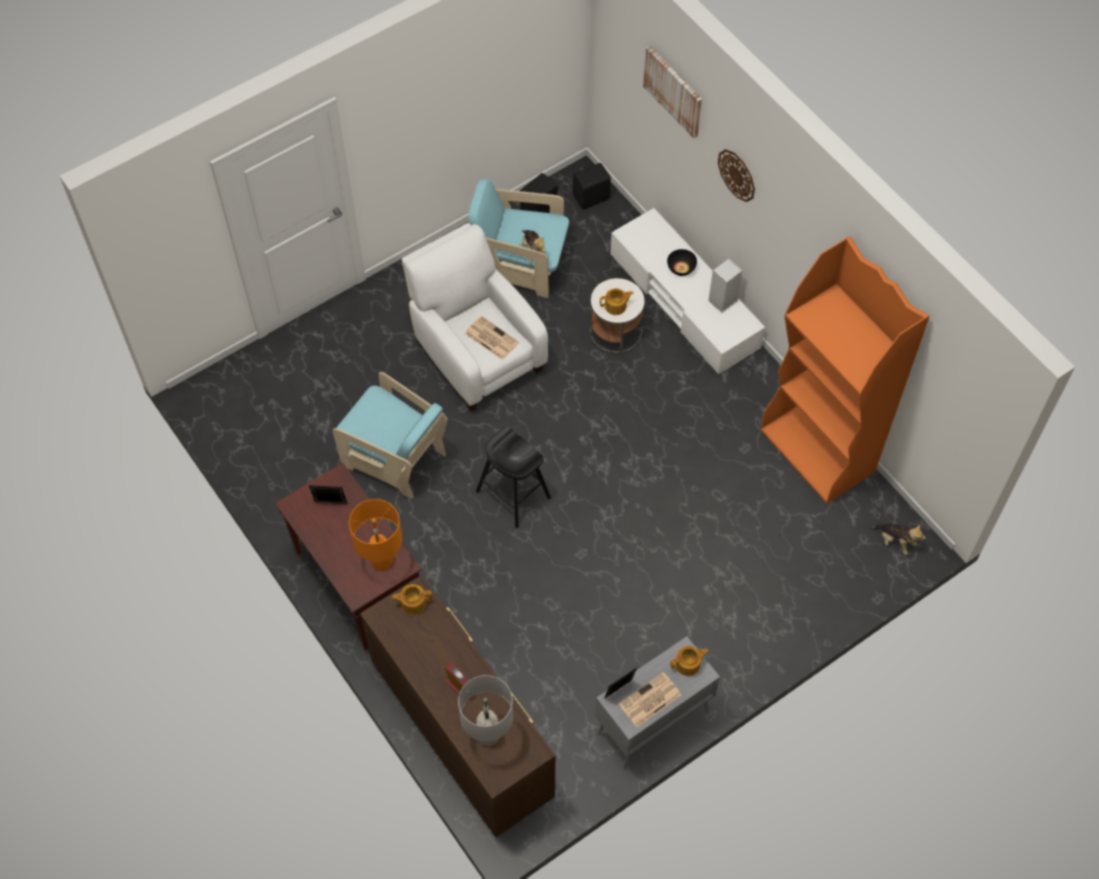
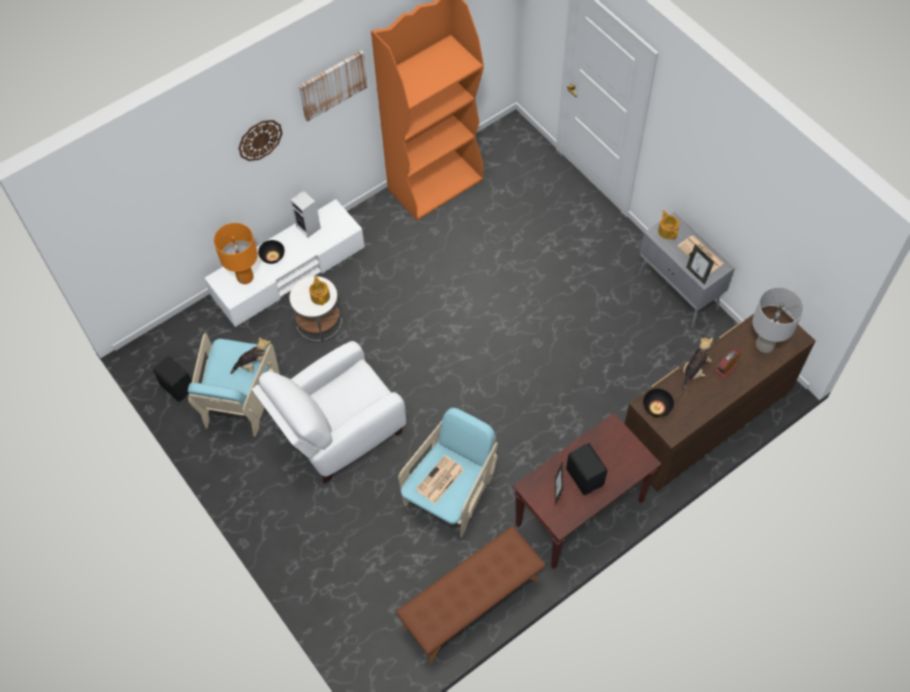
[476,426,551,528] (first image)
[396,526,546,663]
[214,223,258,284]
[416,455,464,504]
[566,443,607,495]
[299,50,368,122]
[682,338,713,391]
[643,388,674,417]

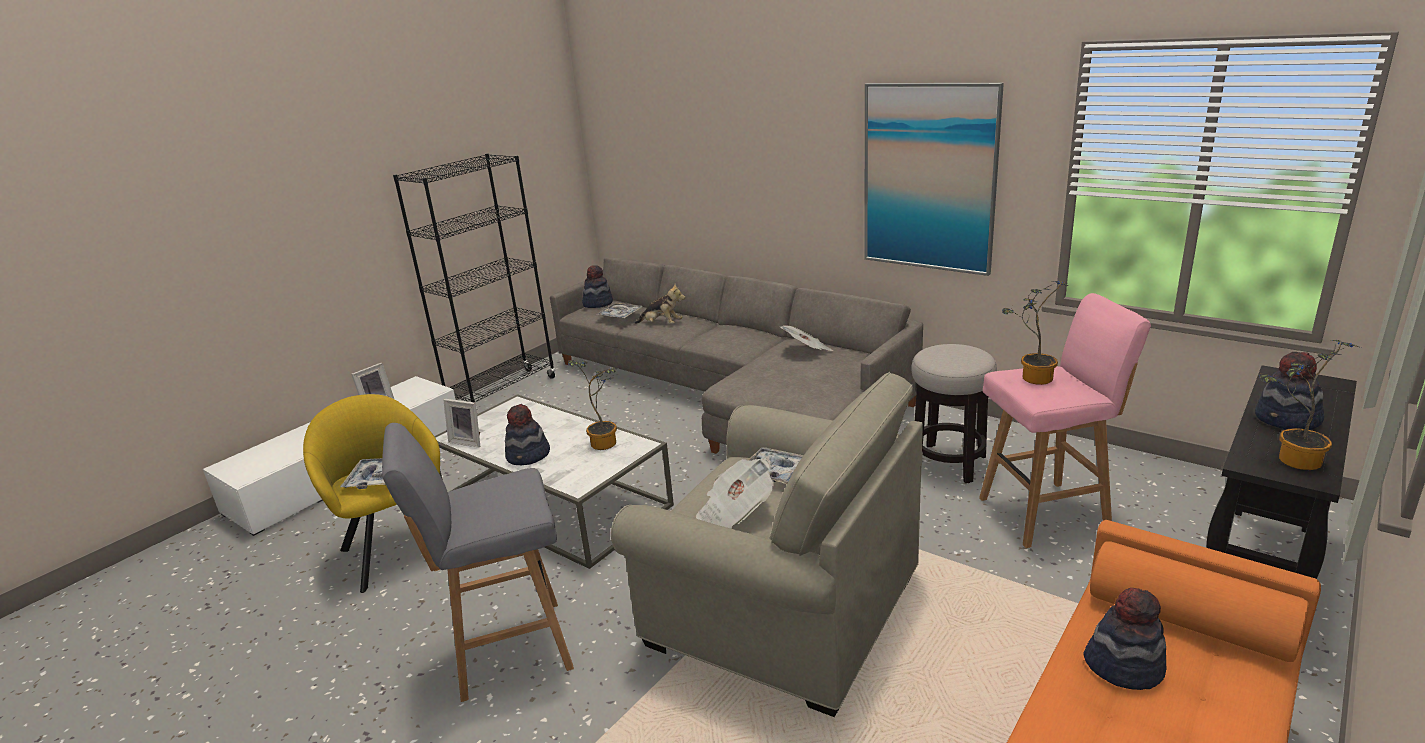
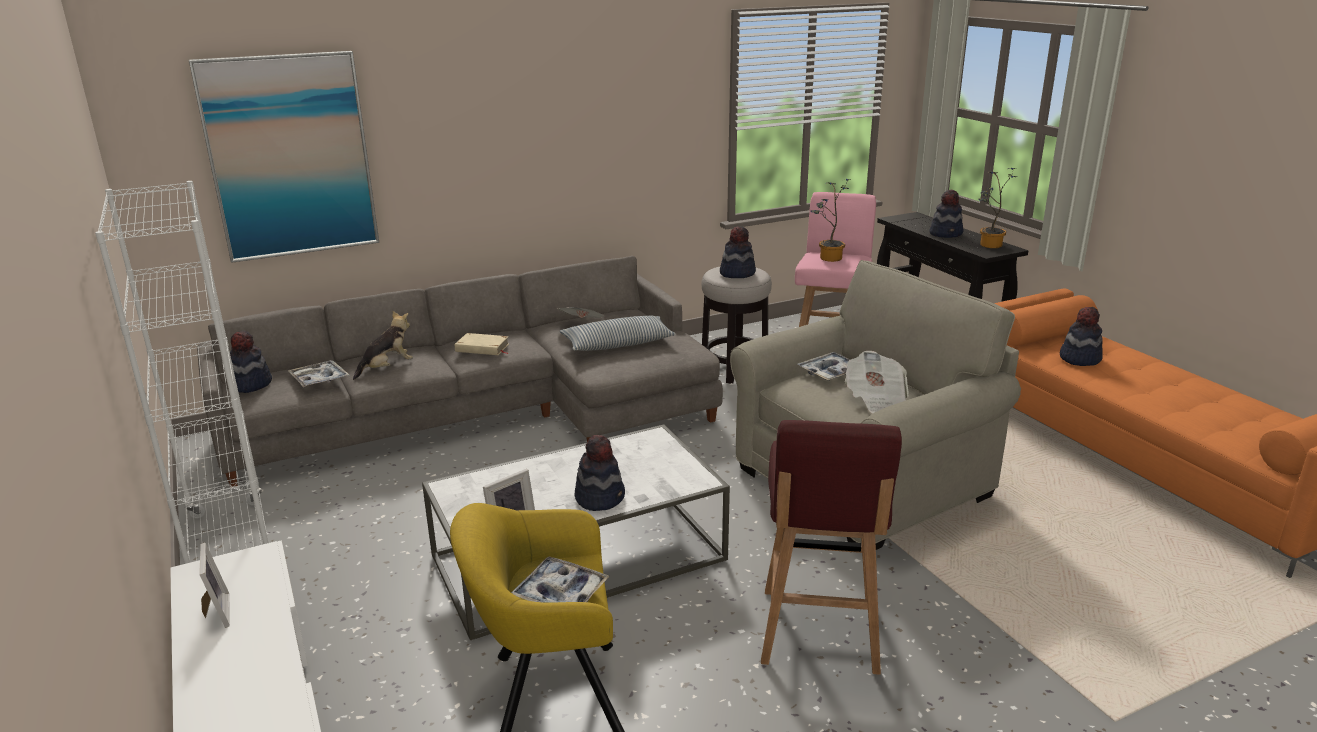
[568,360,617,450] (first image)
[455,333,509,355]
[560,316,676,351]
[720,226,756,278]
[189,51,379,263]
[761,420,902,675]
[95,181,269,564]

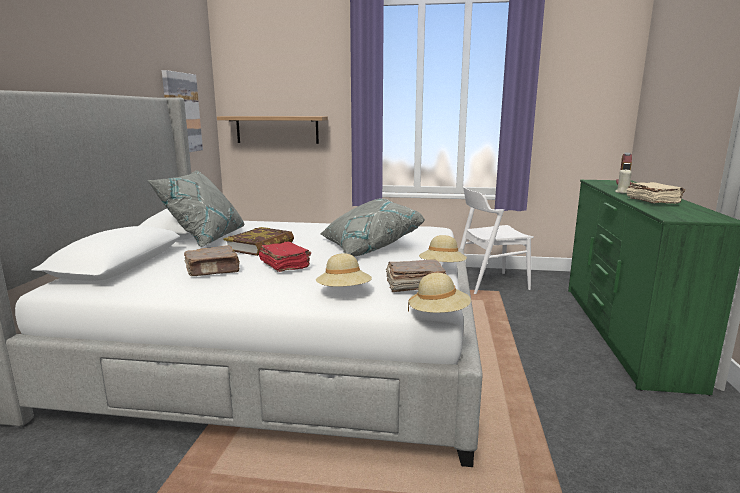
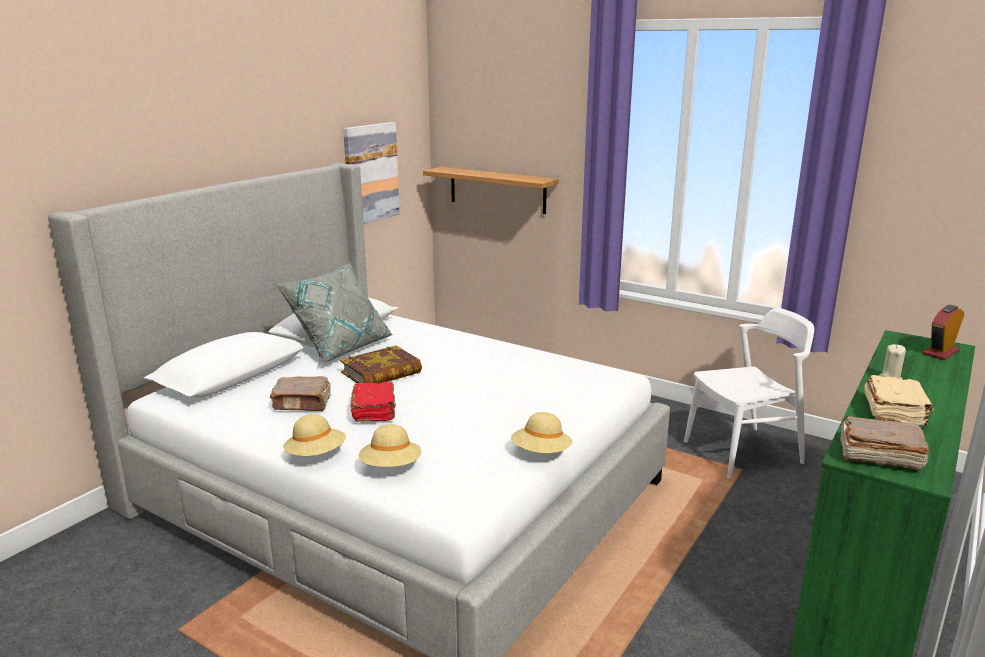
[321,198,425,257] (first image)
[840,416,929,470]
[283,414,346,456]
[684,308,814,478]

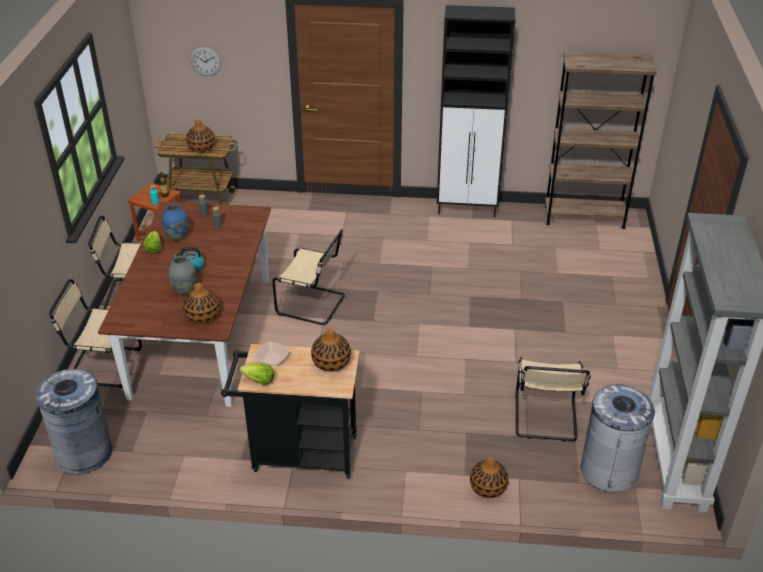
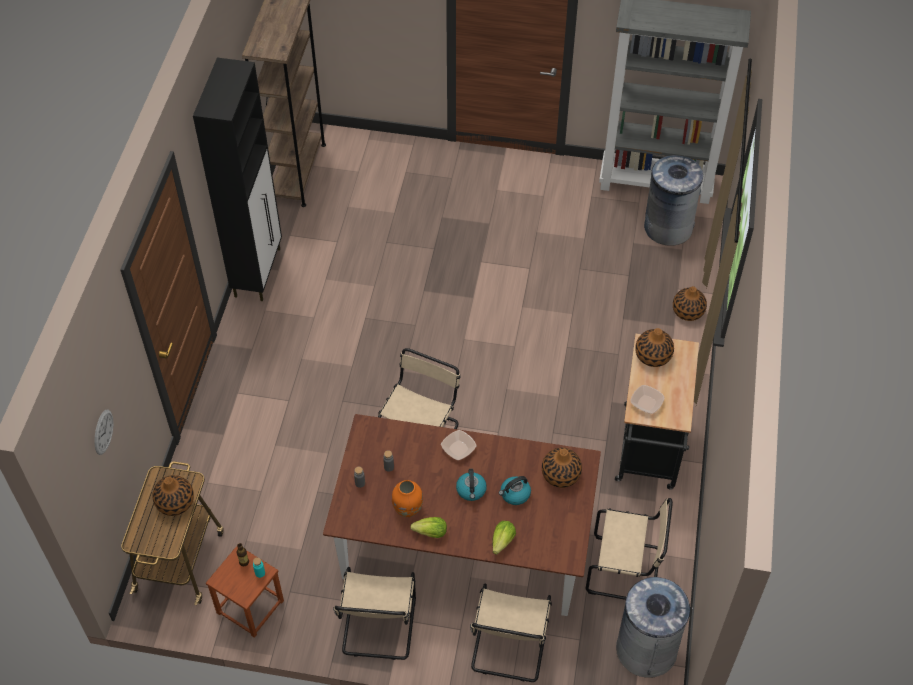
[441,430,477,460]
[492,521,516,554]
[586,498,673,600]
[499,476,531,505]
[392,480,423,517]

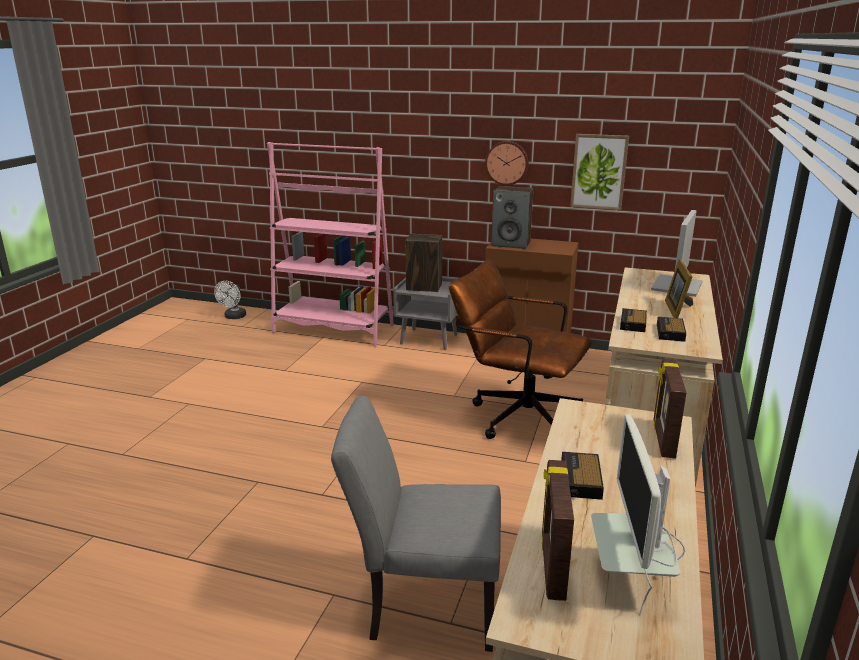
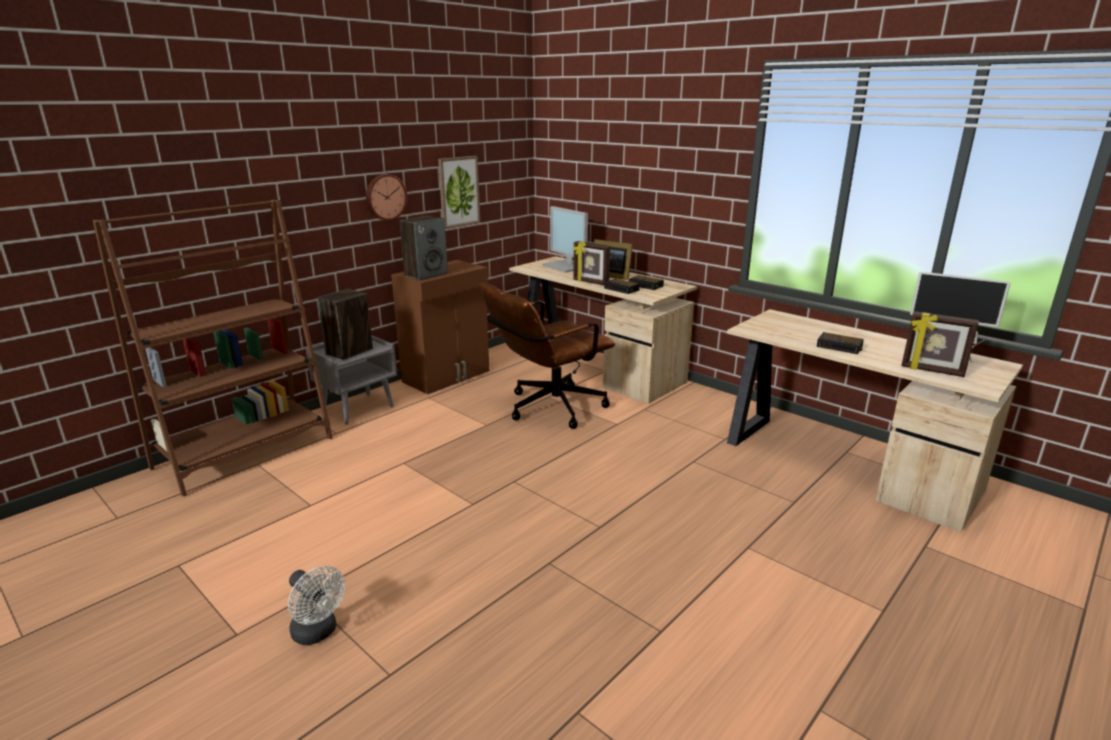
[331,396,501,652] (first image)
[288,566,345,645]
[573,241,610,285]
[93,200,333,496]

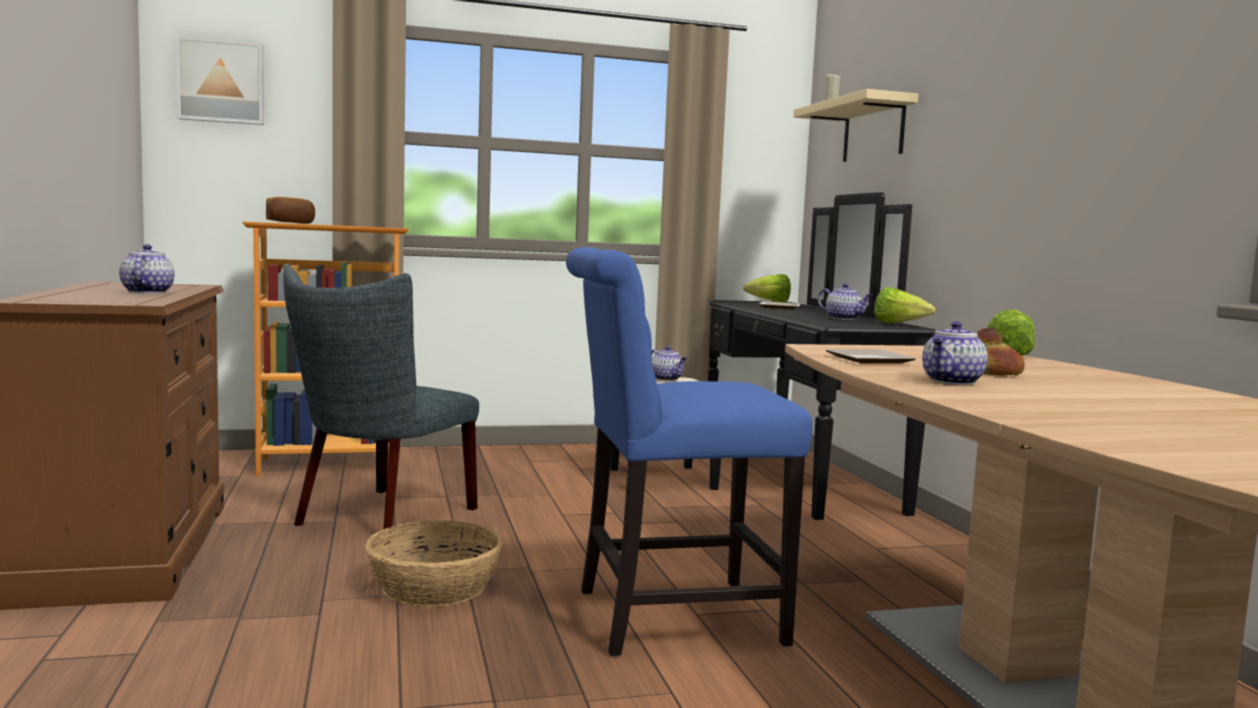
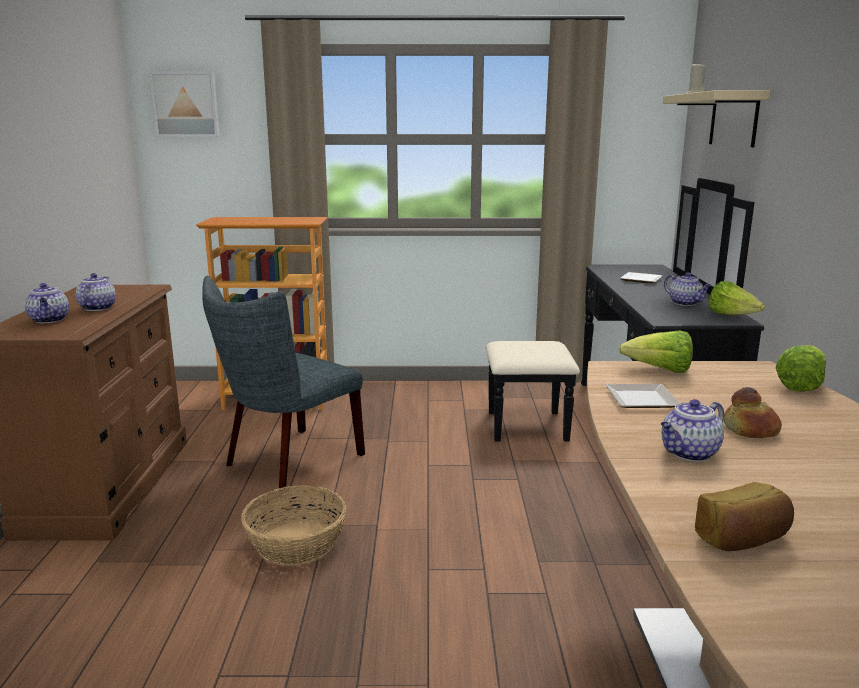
[566,247,813,656] (first image)
[695,482,794,551]
[25,283,69,323]
[619,330,693,373]

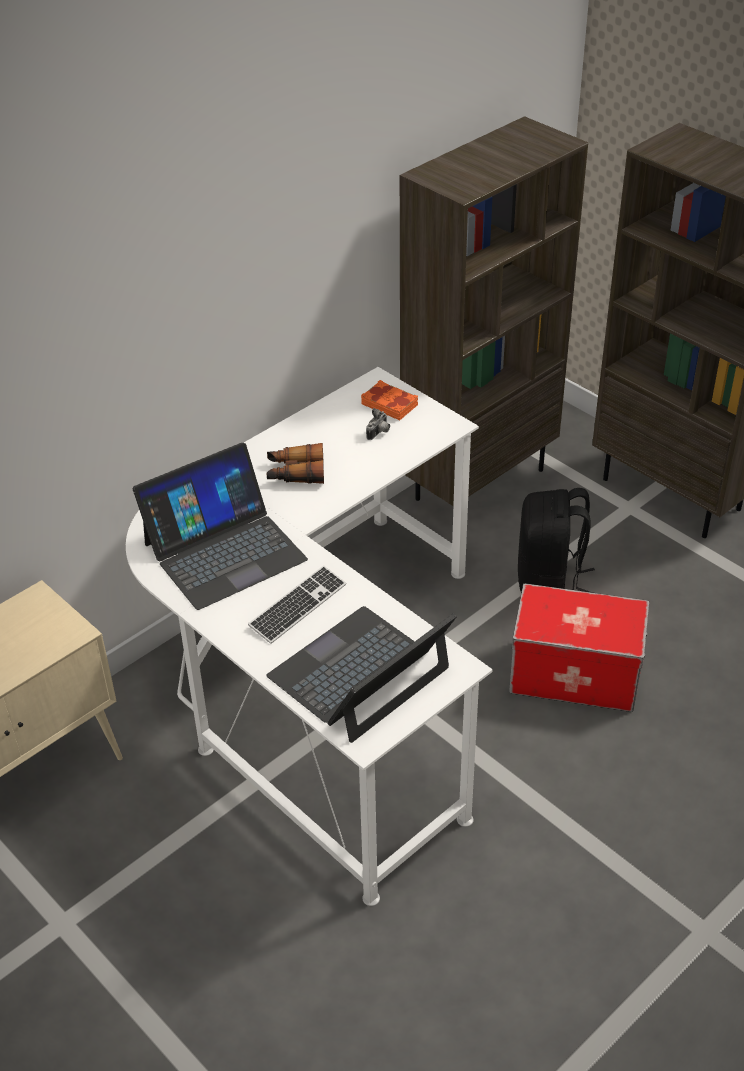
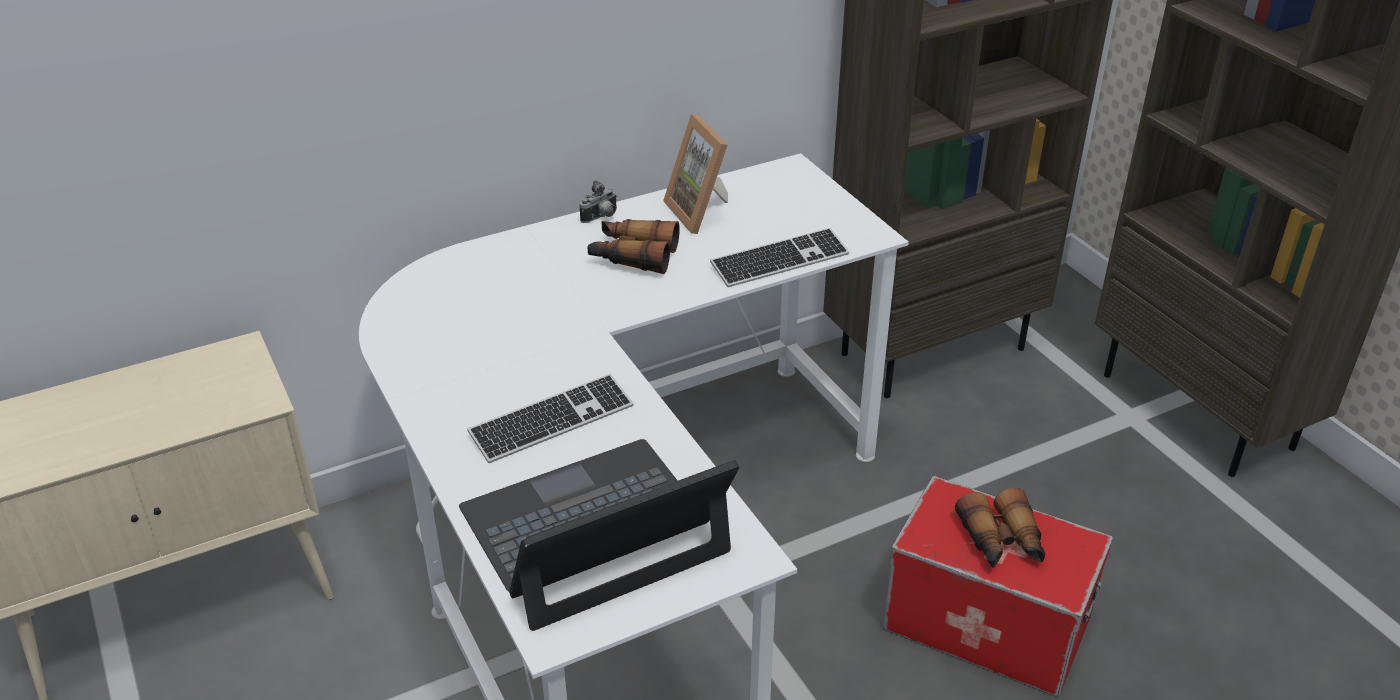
[133,443,308,610] (first image)
[361,380,418,420] (first image)
[518,488,595,593] (first image)
[663,114,728,234]
[710,228,849,287]
[955,488,1045,568]
[579,180,617,223]

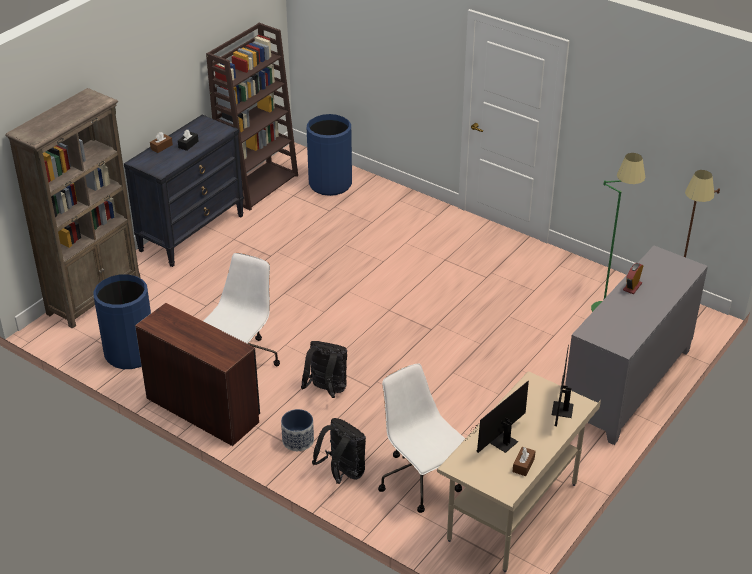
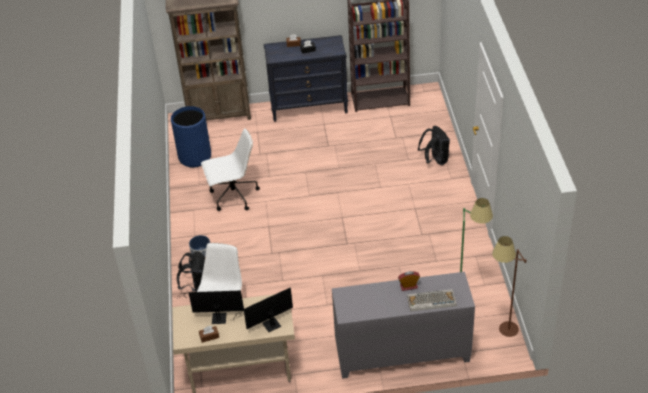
[135,303,260,446] (first image)
[307,114,352,196] (first image)
[407,289,457,311]
[418,126,450,165]

